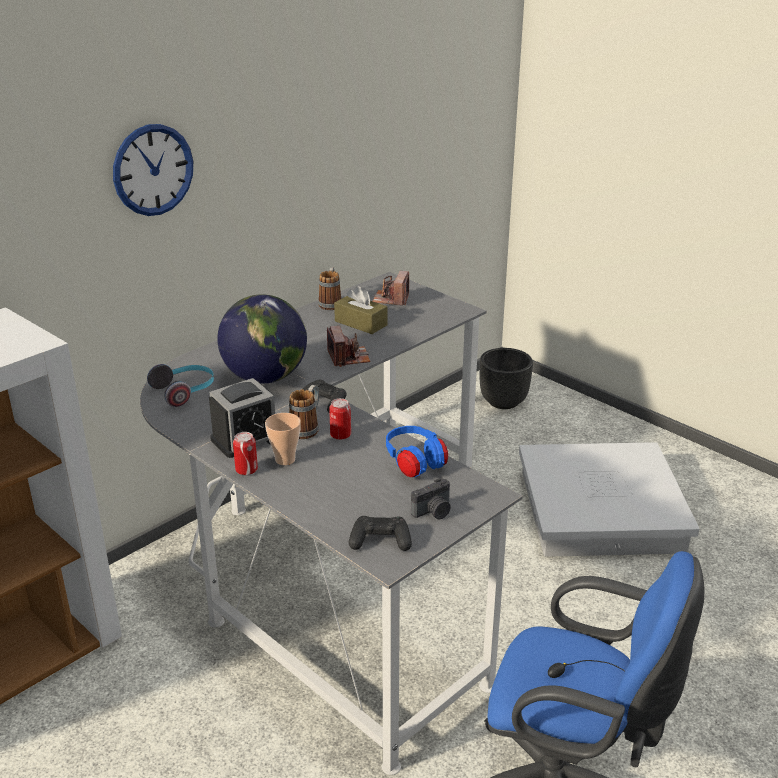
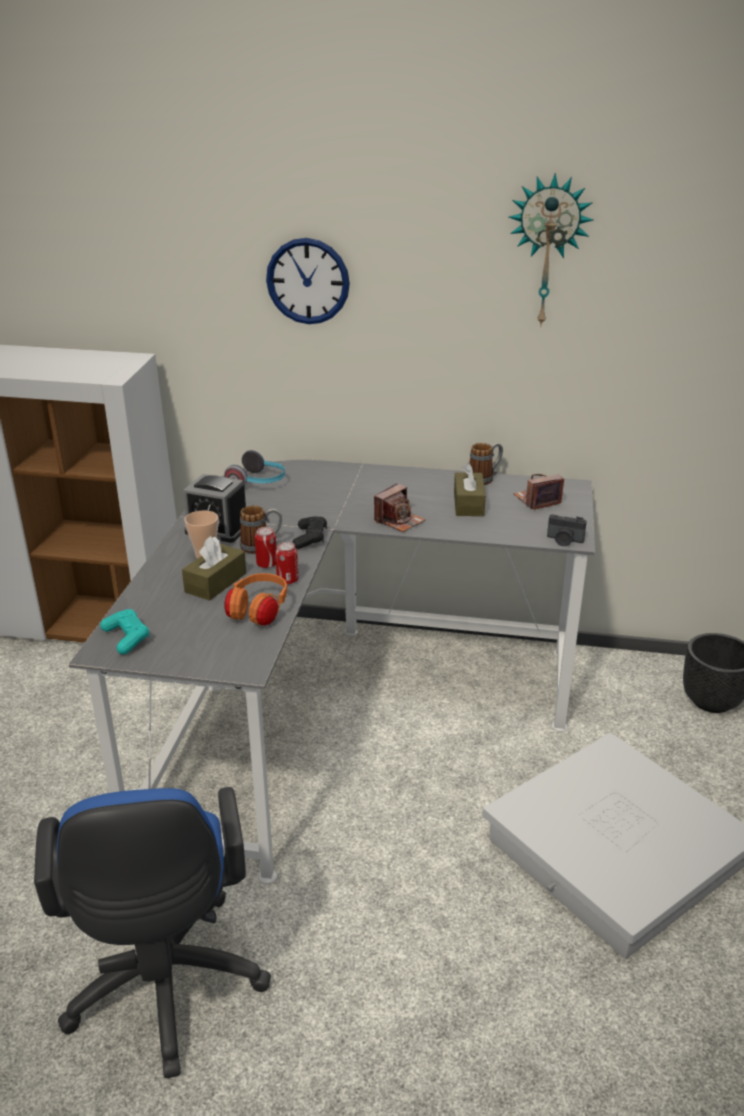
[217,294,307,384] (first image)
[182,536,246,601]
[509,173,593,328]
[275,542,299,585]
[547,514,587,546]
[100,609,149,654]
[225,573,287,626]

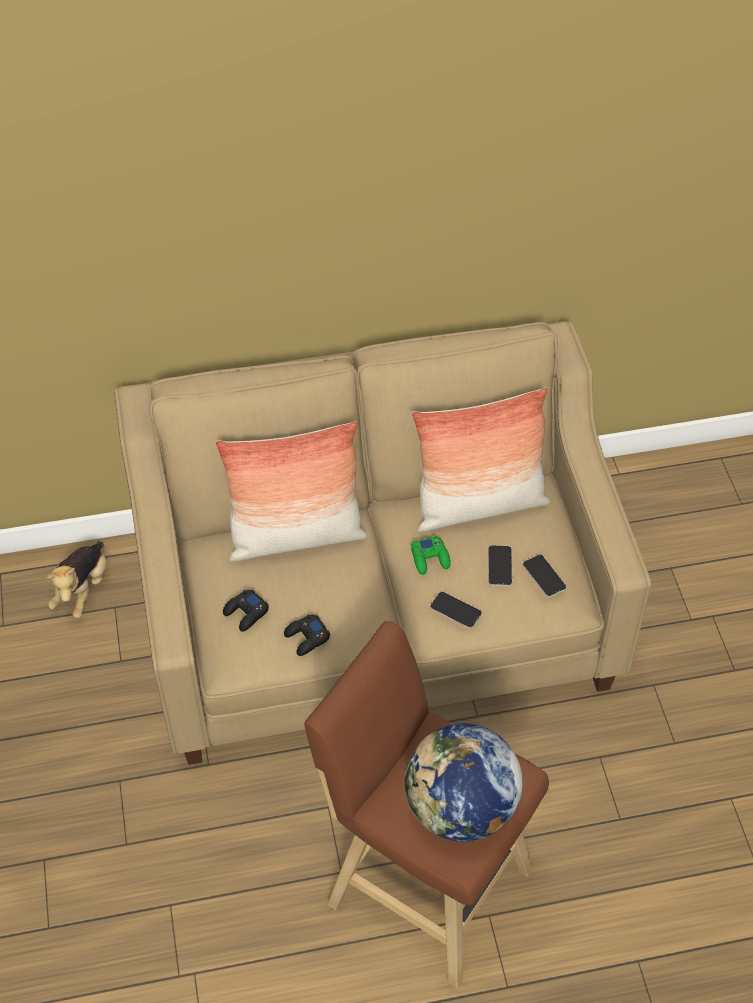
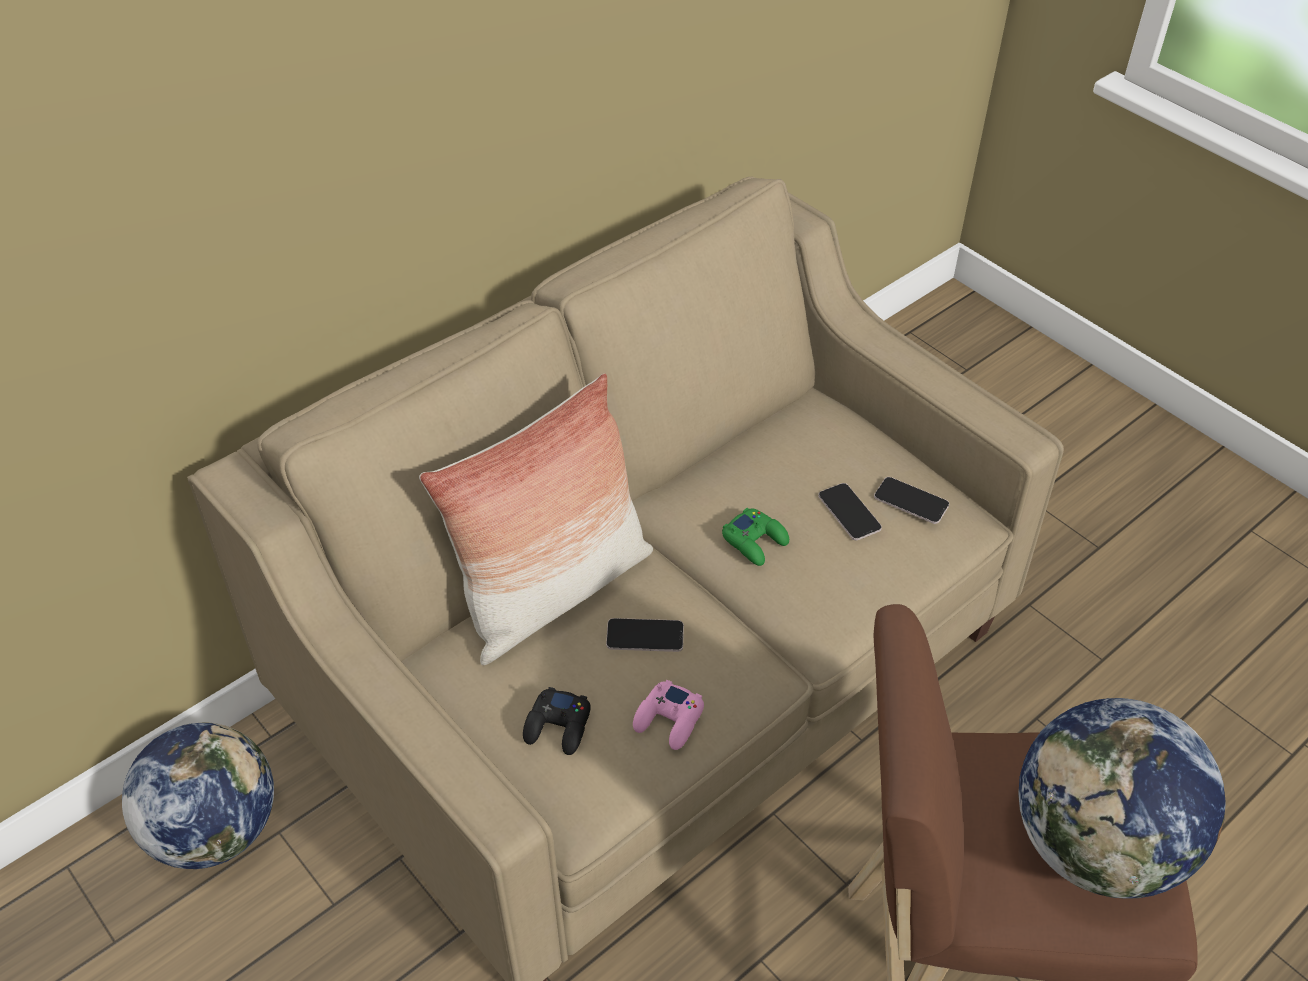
[412,388,550,532] (first image)
[606,618,684,652]
[122,722,274,869]
[633,680,704,750]

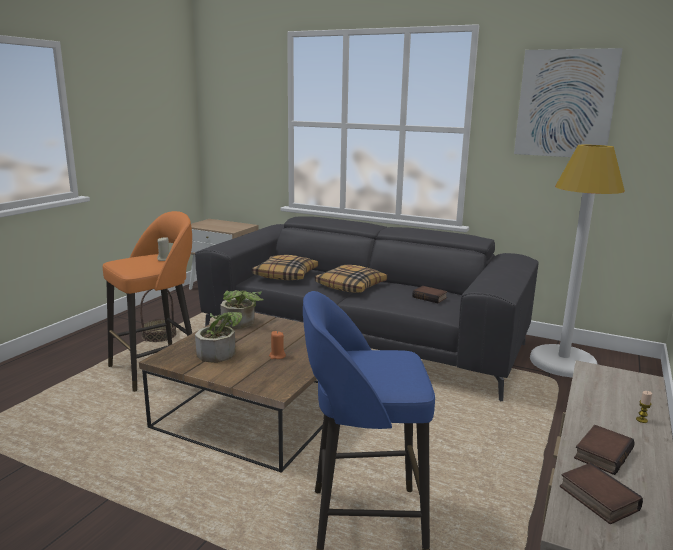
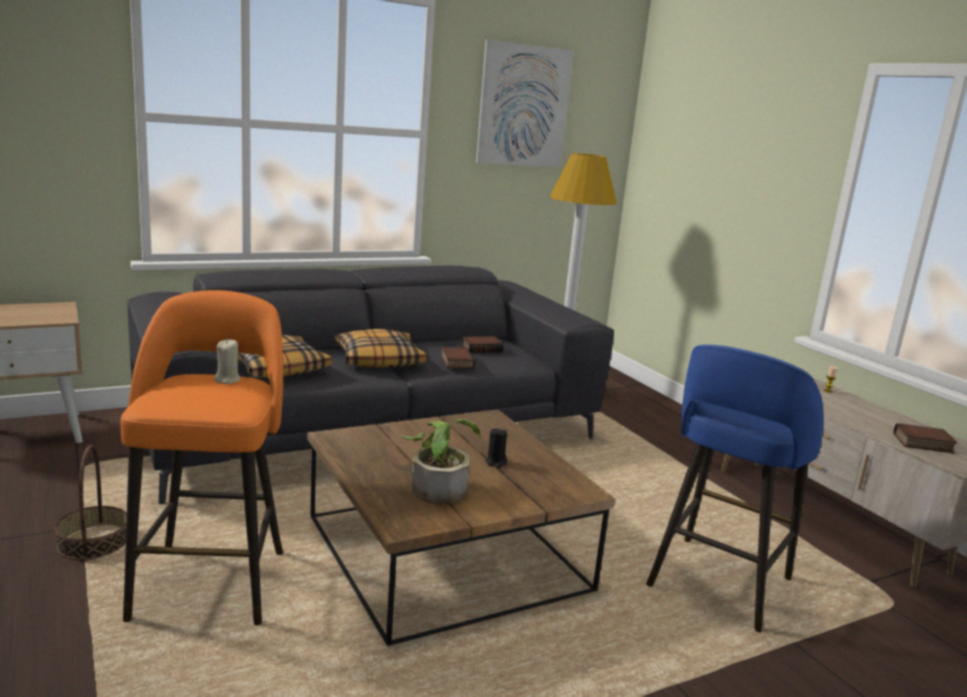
[220,290,263,329] (first image)
[441,347,475,369]
[485,428,507,468]

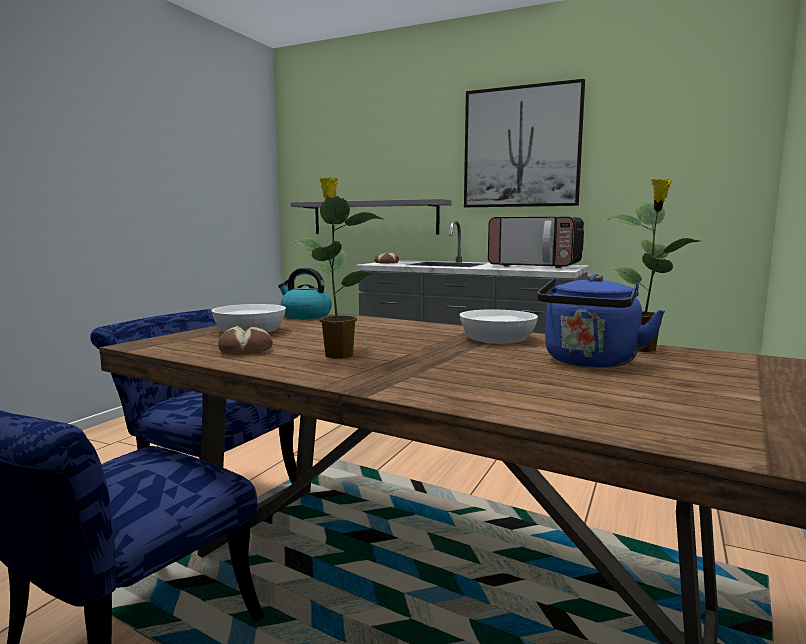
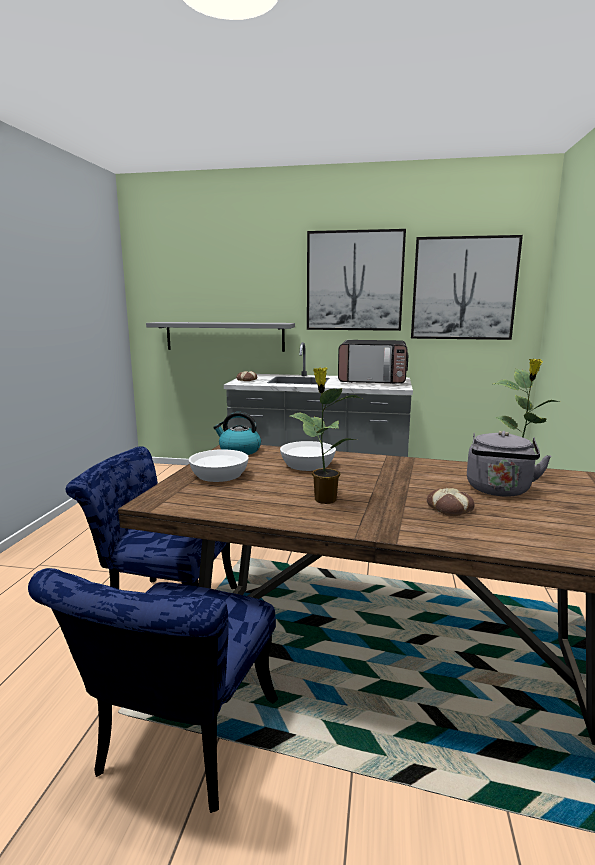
[411,235,523,340]
[427,487,474,516]
[280,441,336,471]
[467,431,551,497]

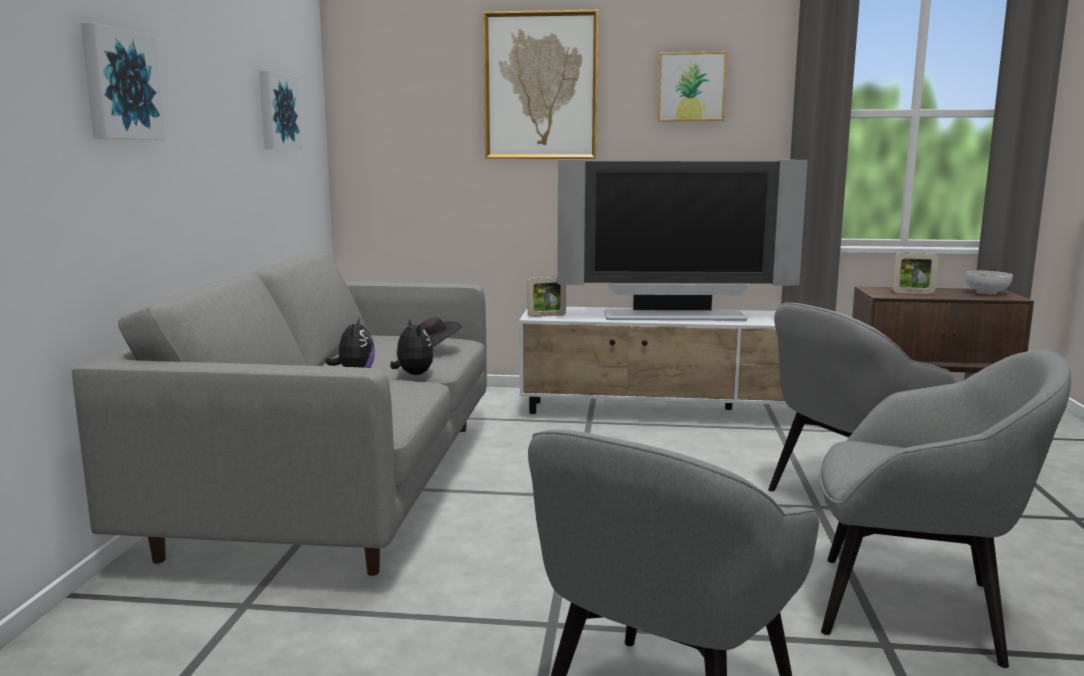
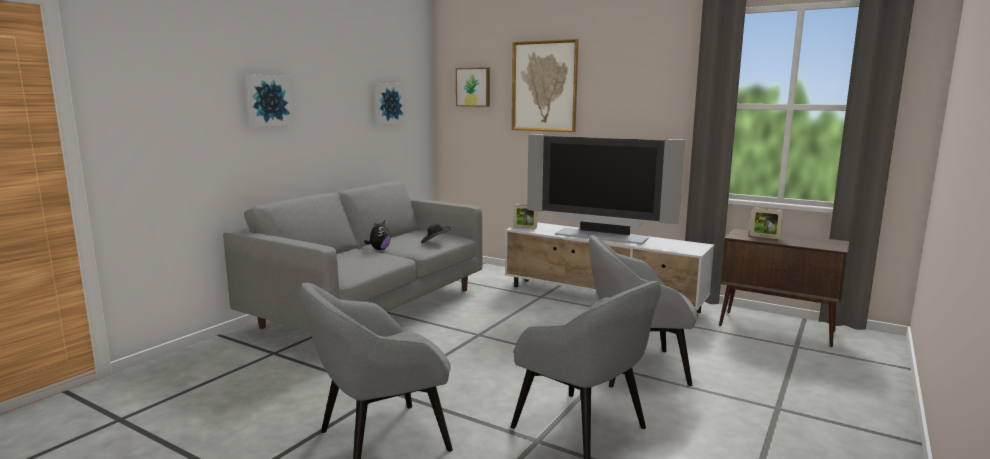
[390,319,434,375] (first image)
[965,271,1013,295] (first image)
[456,67,490,107]

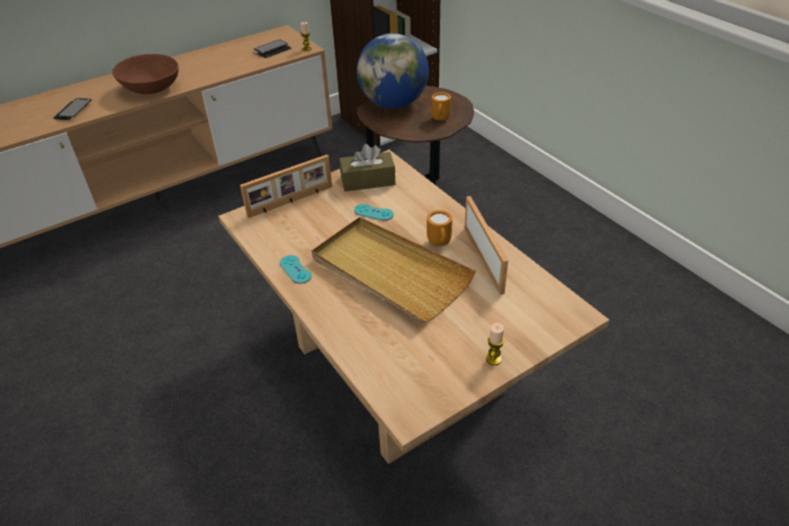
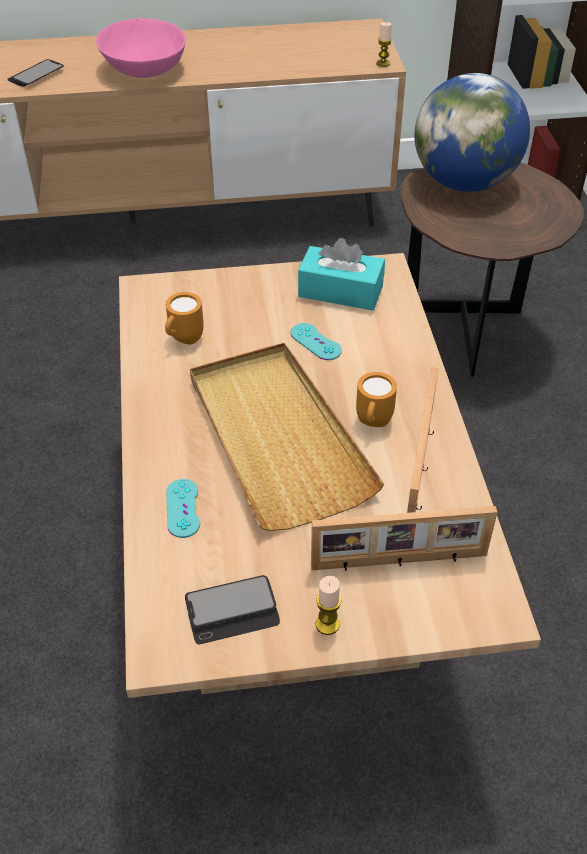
[311,506,497,571]
[185,575,280,645]
[166,479,200,538]
[165,292,204,344]
[96,18,186,78]
[298,238,385,311]

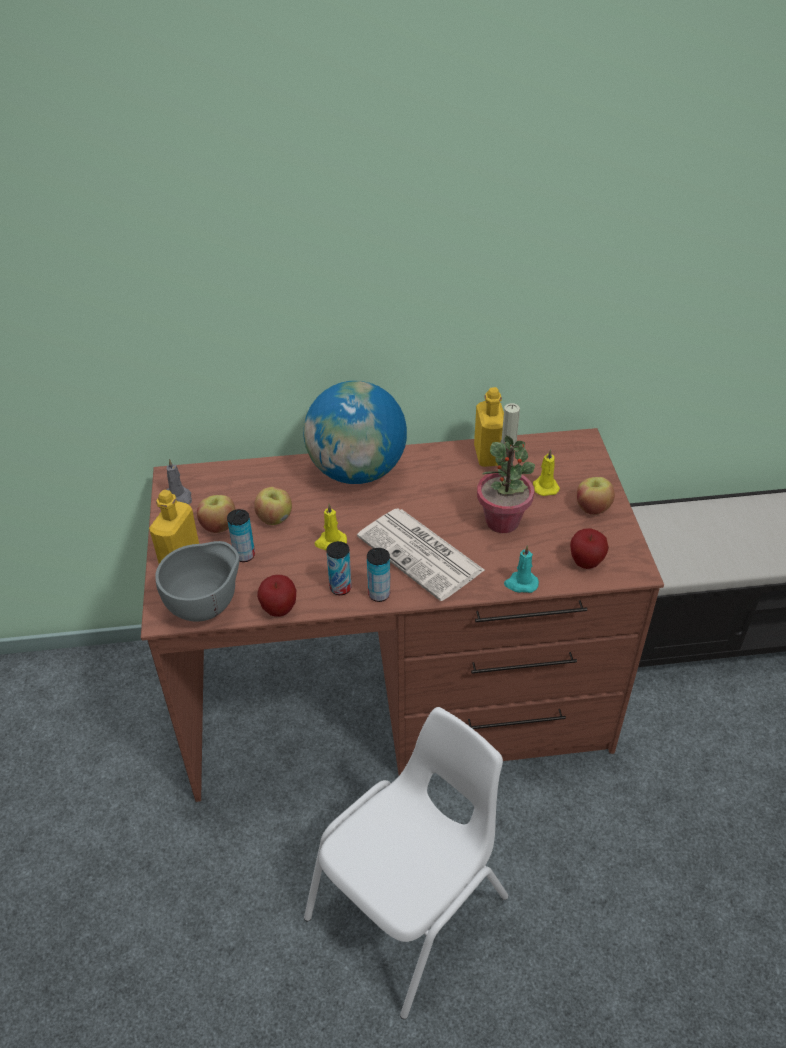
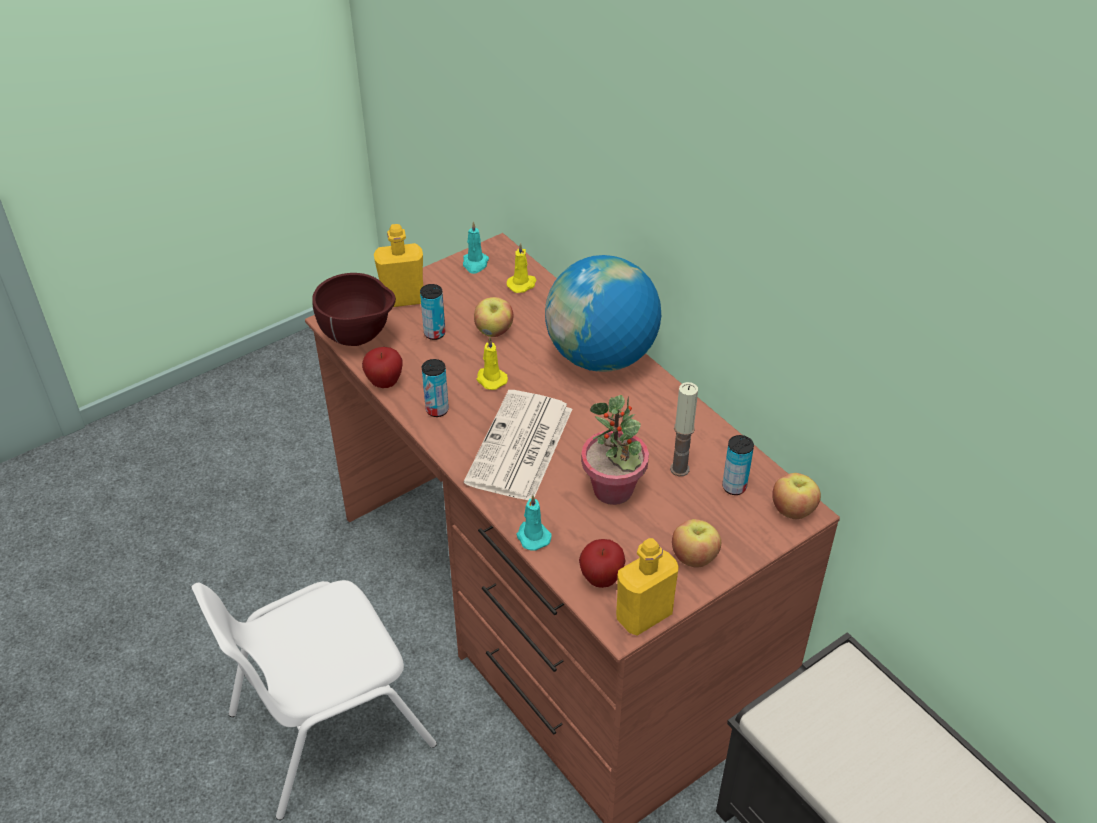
[772,473,821,519]
[722,435,754,495]
[616,538,679,636]
[507,243,536,293]
[312,273,396,346]
[463,221,489,274]
[191,580,437,820]

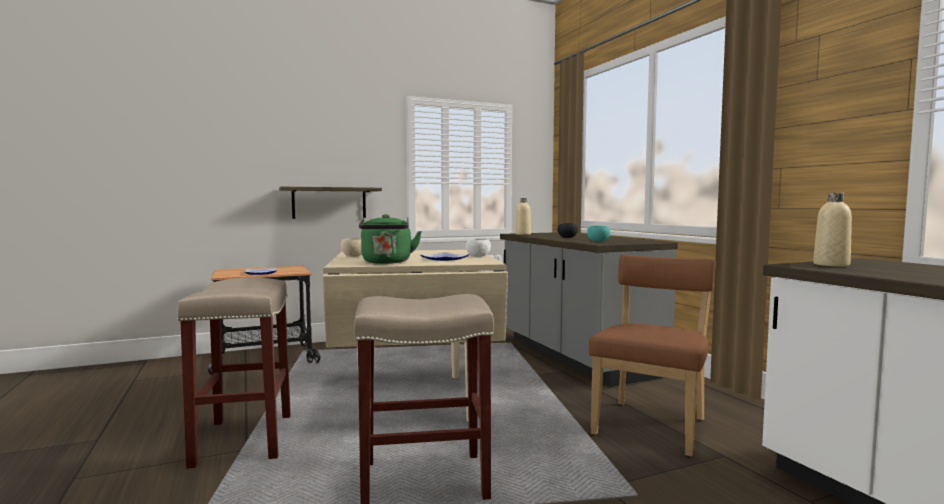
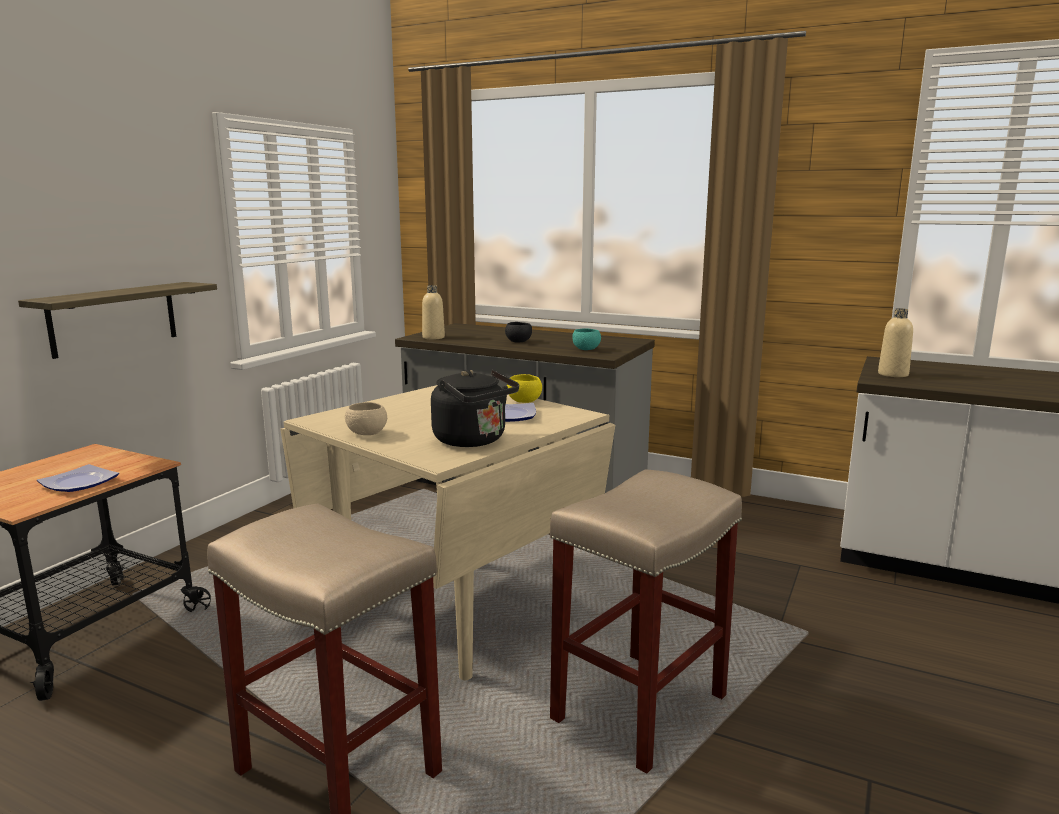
[589,255,716,457] (first image)
[431,370,519,447]
[507,374,542,403]

